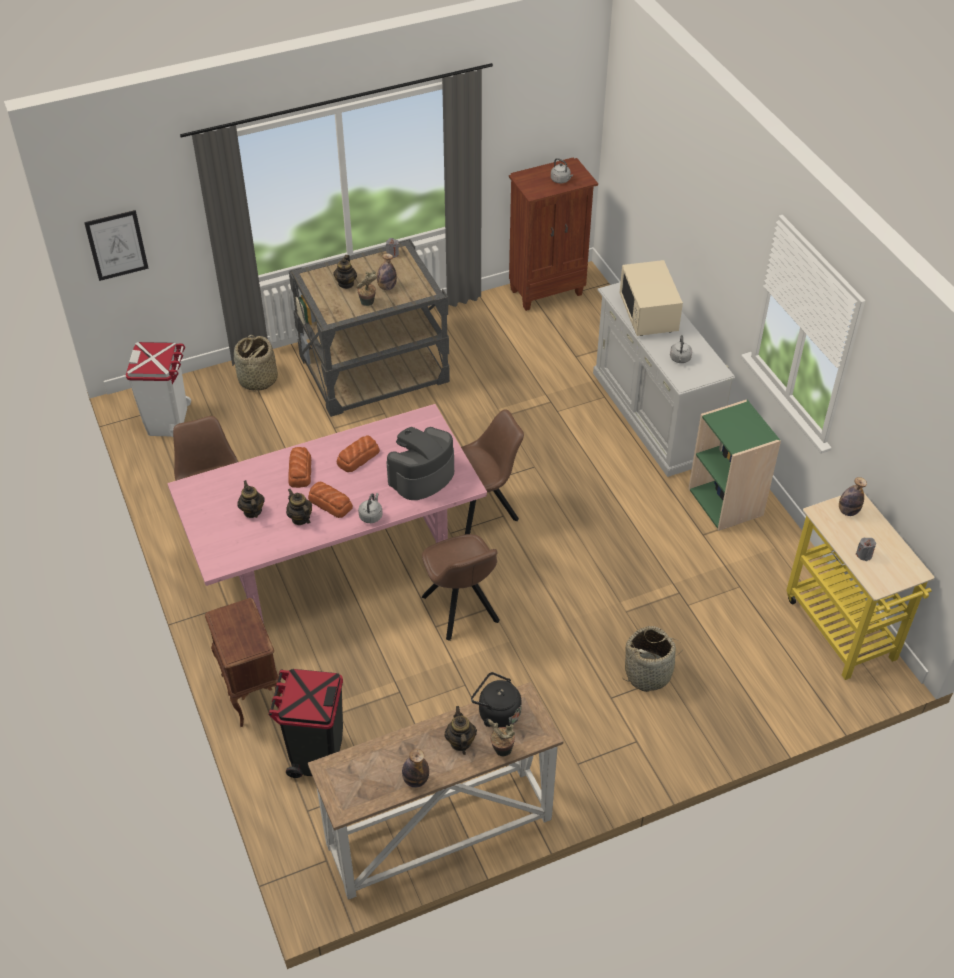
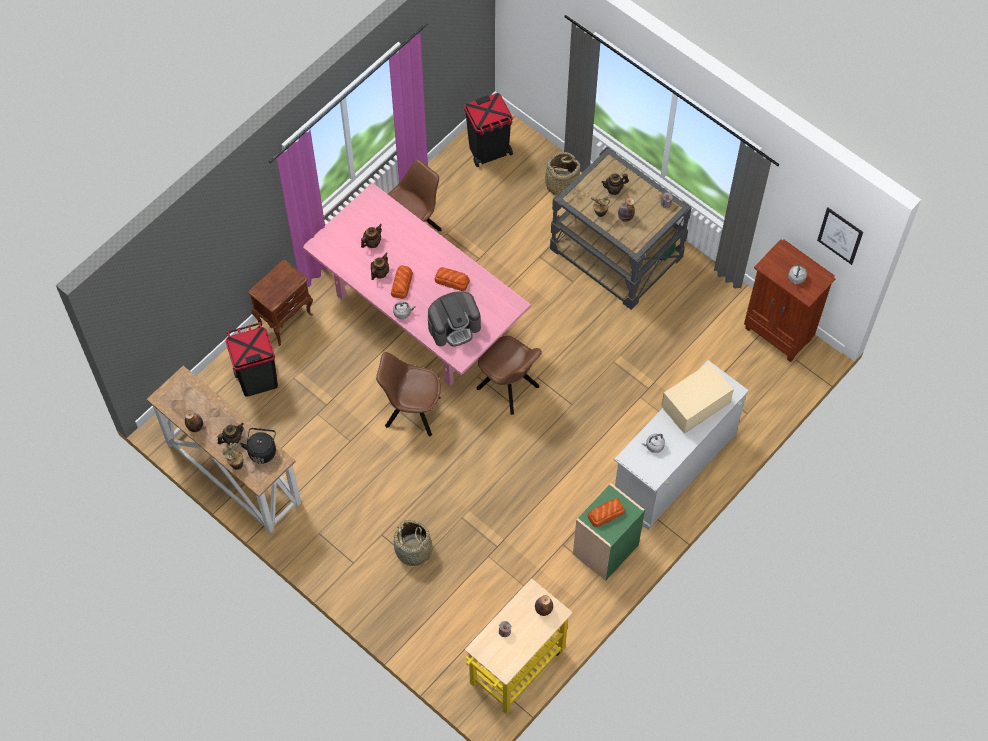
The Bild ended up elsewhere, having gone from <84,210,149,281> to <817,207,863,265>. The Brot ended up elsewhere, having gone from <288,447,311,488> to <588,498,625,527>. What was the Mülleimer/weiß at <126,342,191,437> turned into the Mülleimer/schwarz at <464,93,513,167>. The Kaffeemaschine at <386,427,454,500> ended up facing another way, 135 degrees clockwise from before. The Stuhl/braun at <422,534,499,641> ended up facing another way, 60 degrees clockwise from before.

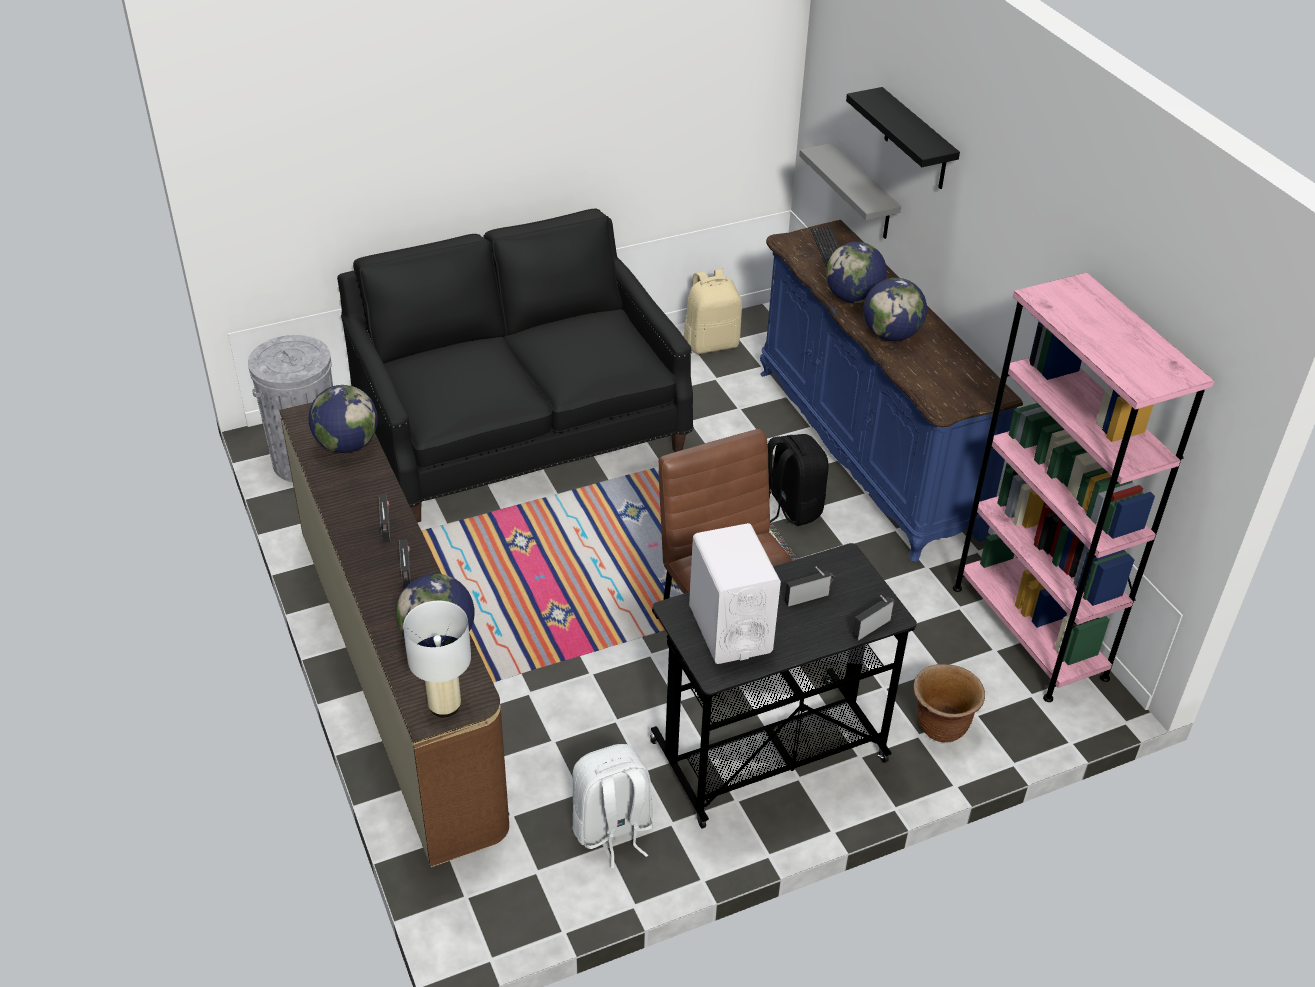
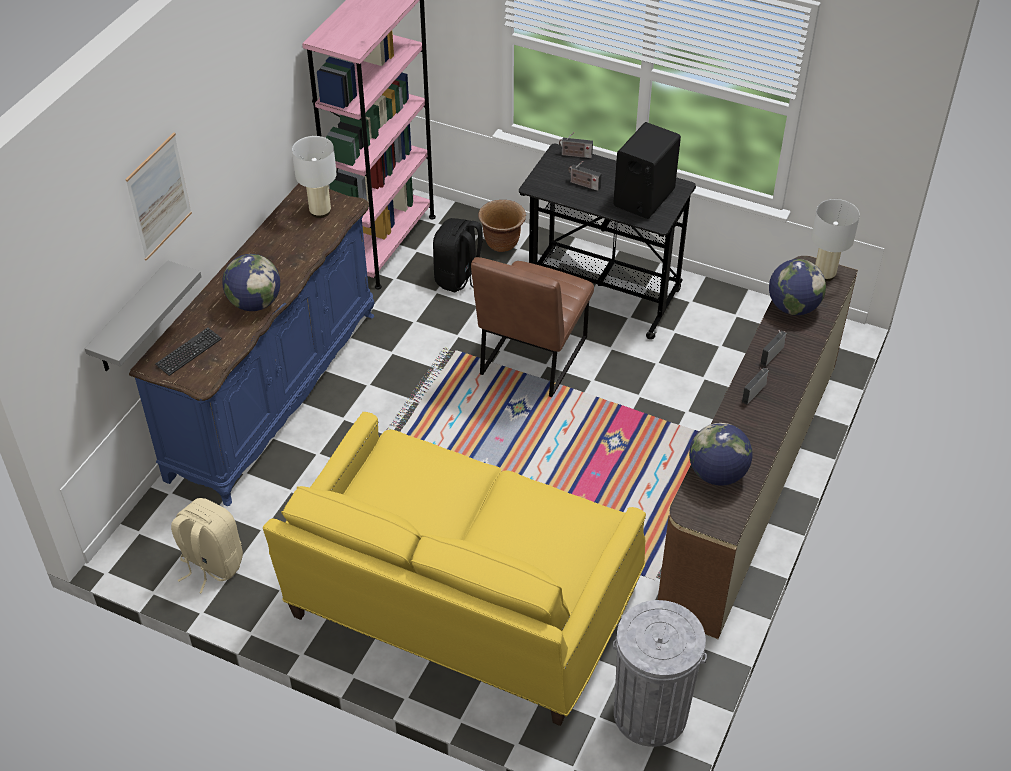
The second view lost the Rucksack/weiß at <573,744,653,868>. The second view lost the Globus at <863,278,927,341>. The second view gained the Tischlampe/weiß at <292,136,336,218>. The Rucksack/schwarz ended up elsewhere, having gone from <768,434,829,526> to <433,218,483,292>. Where the Wandregal/schwarz hung at <846,87,960,189>, the Bild came to hang at <125,133,192,261>. What was the Sofa/schwarz at <337,209,694,522> turned into the Sofa/gelb at <263,412,646,726>. What was the Lautsprecher/weiß at <689,523,781,664> turned into the Lautsprecher/schwarz at <613,122,681,219>.

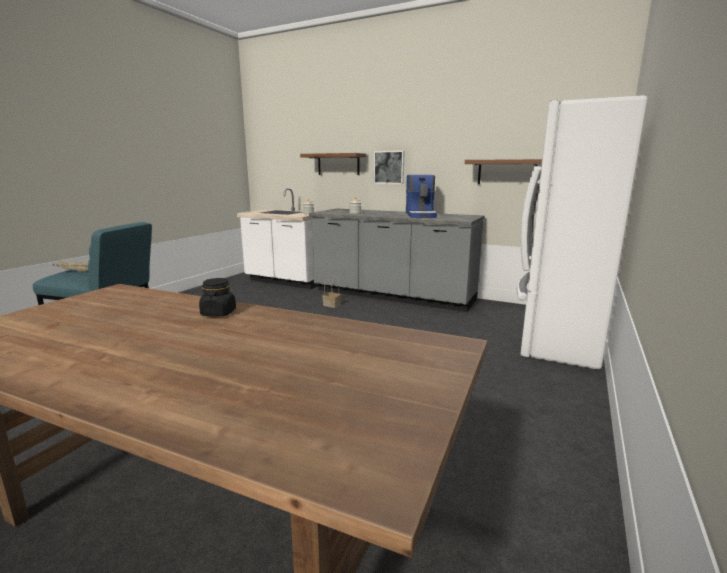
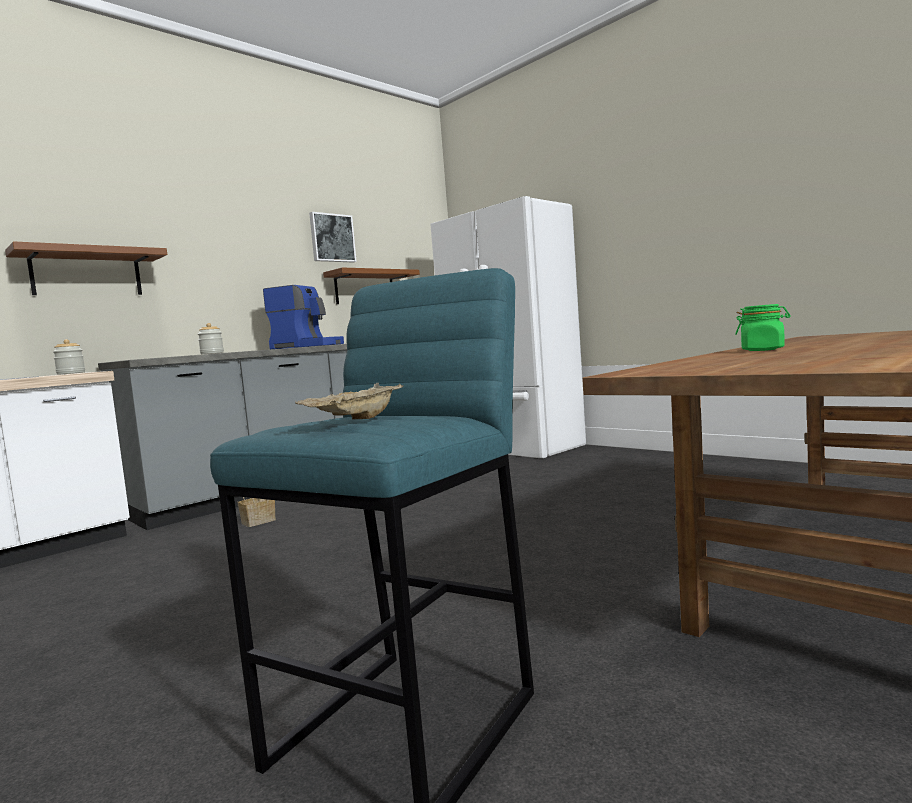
The Bild ended up elsewhere, having gone from <374,151,405,184> to <309,212,357,263>. What was the Vorratsglas/schwarz at <199,278,236,317> turned into the Vorratsglas/grün at <735,304,791,351>.

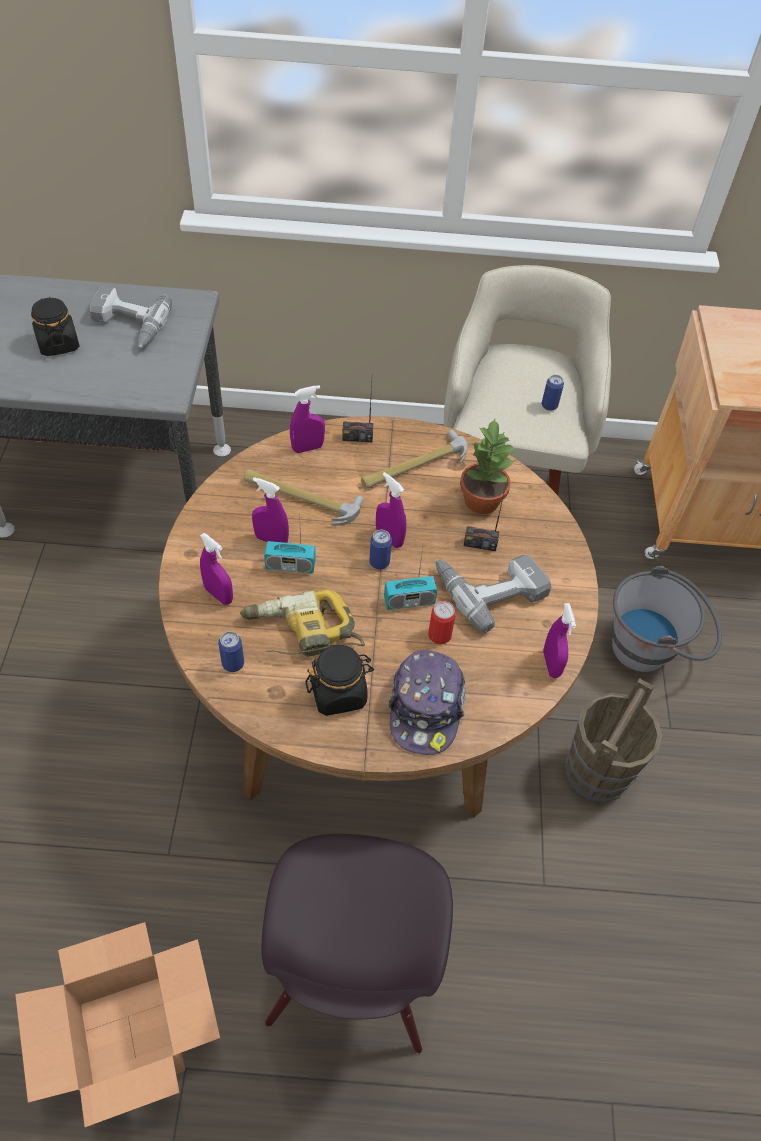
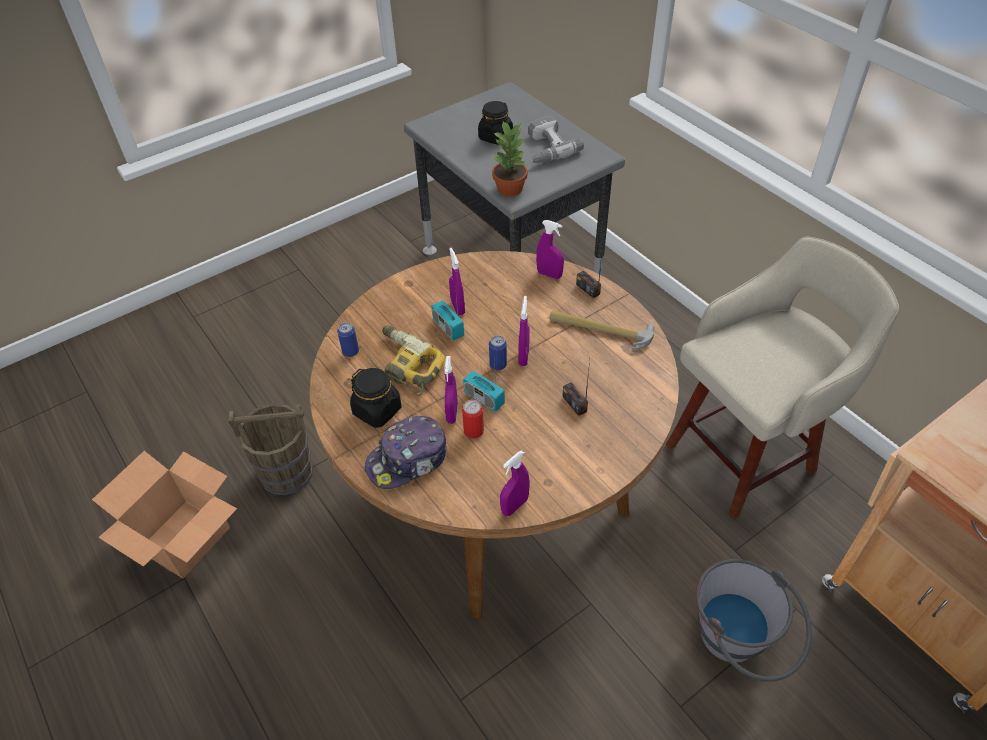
The second view lost the Hammer at <244,469,364,526>. The second view lost the Stuhl/schwarz at <262,834,453,1053>. The second view lost the Bohrmaschine at <436,555,551,633>. The second view lost the Dose at <542,375,564,411>. The Sprühflasche/lila ended up elsewhere, having gone from <200,533,233,605> to <444,356,458,424>. The Topfpflanze ended up elsewhere, having gone from <460,419,516,514> to <491,121,528,197>. The Eimer/braun ended up elsewhere, having gone from <565,678,662,803> to <228,403,313,495>.

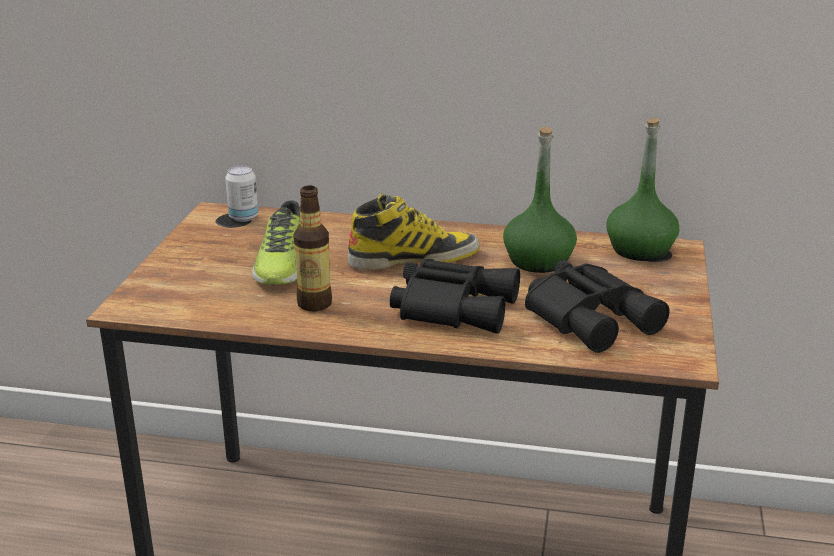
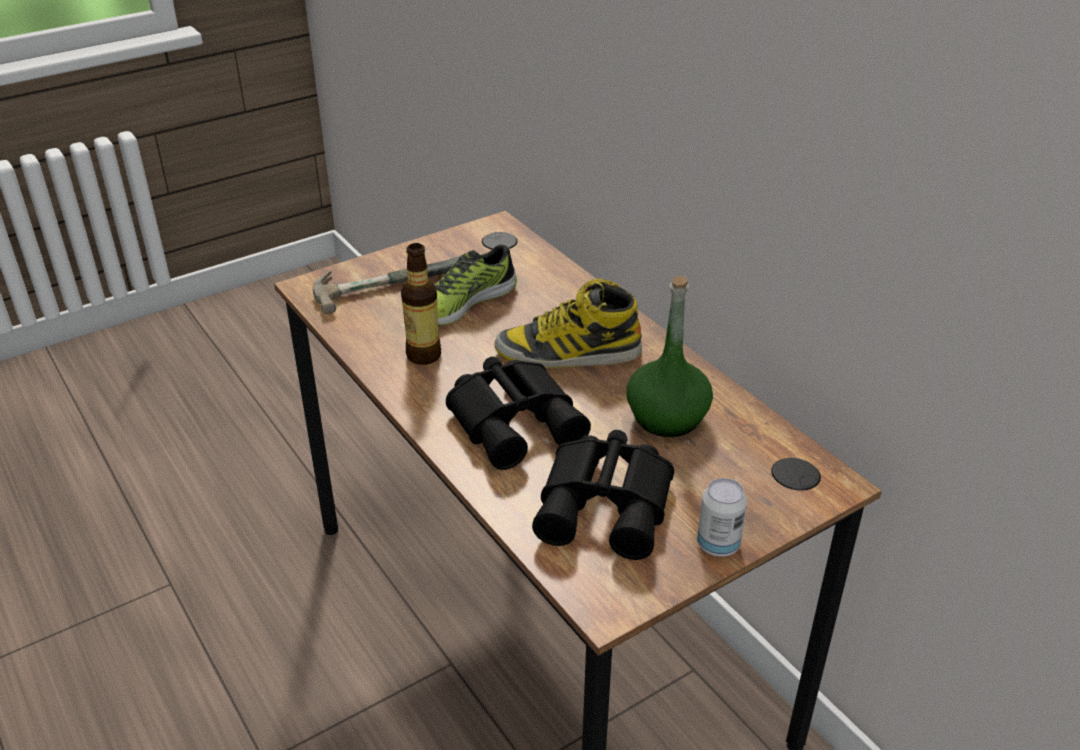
The second view lost the Flasche/grün at <606,118,679,261>. The second view gained the Hammer at <313,256,460,314>. The Dose ended up elsewhere, having gone from <225,166,258,222> to <697,478,747,557>. The Stiefel at <347,194,480,270> ended up facing another way, 150 degrees clockwise from before.

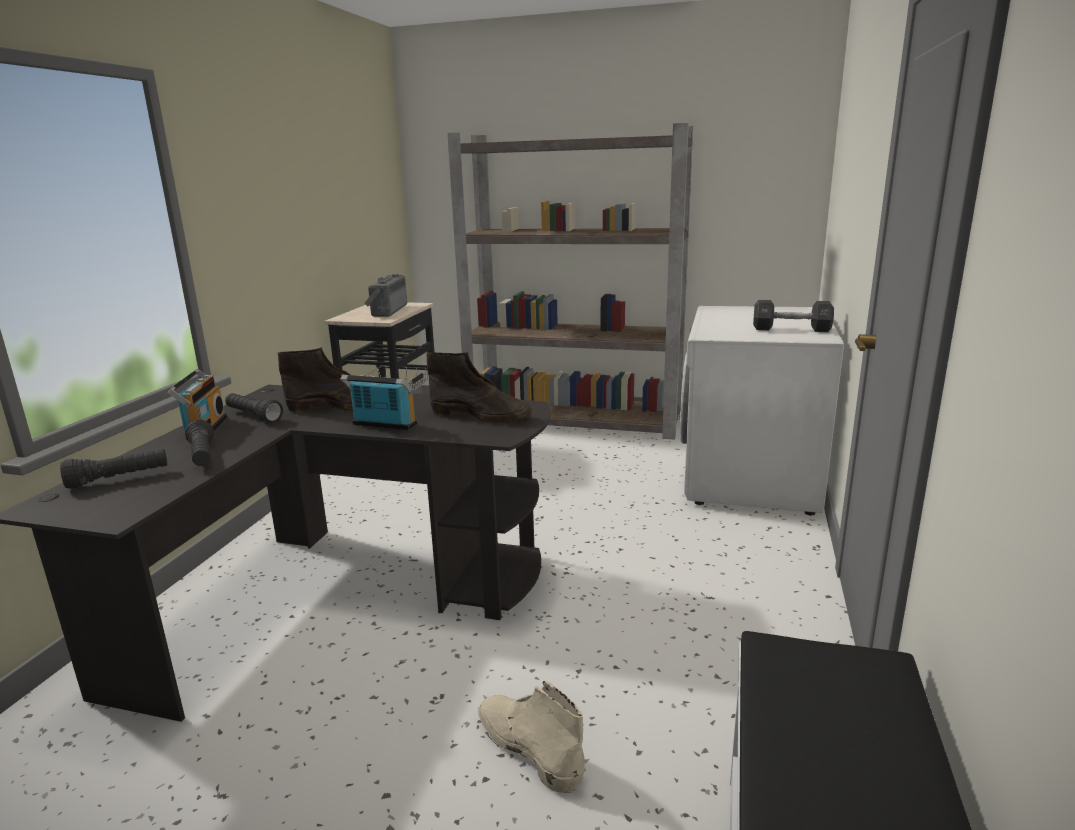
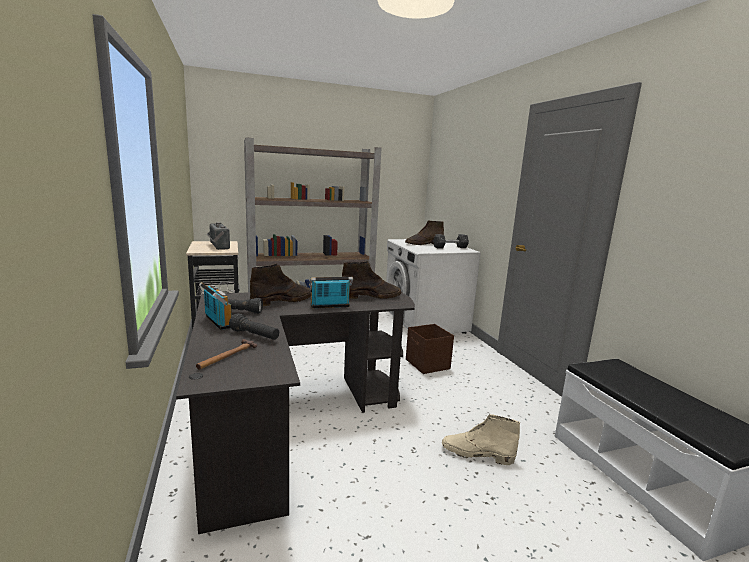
The second view gained the Stiefel/braun at <405,221,444,245>. The second view gained the Aufbewahrungsbox/braun at <406,324,454,374>. Where the Taschenlampe/schwarz stood at <60,449,167,489>, the Hammer came to stand at <196,339,257,370>.

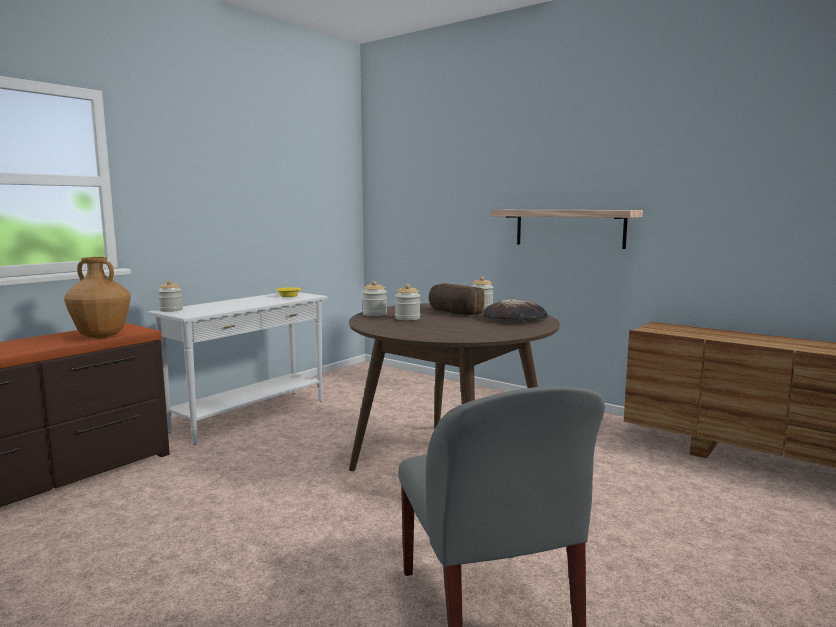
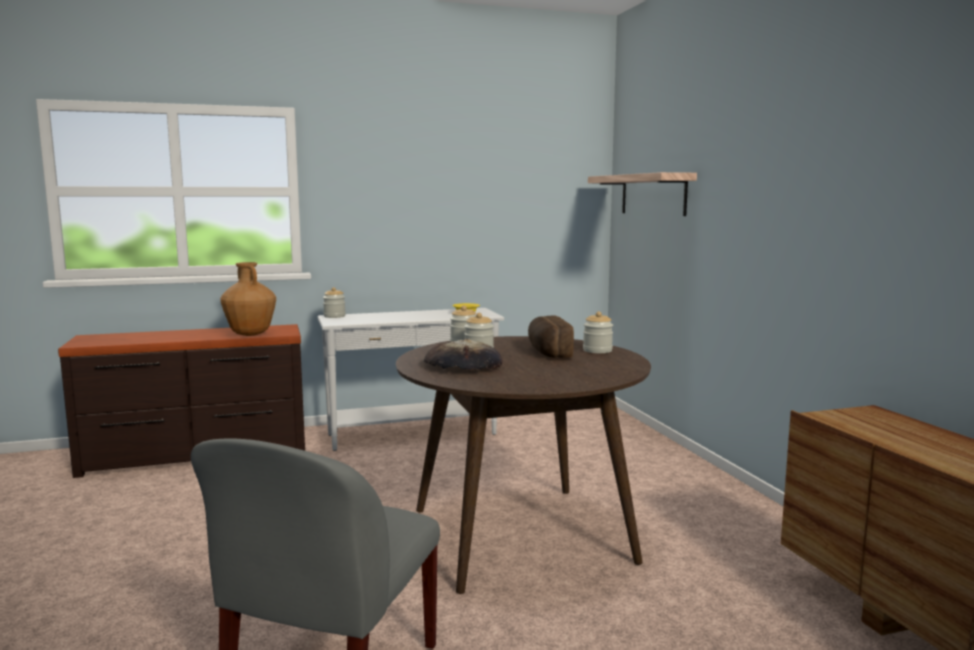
The Brot ended up elsewhere, having gone from <484,298,548,321> to <424,339,503,370>. The Wandregal ended up elsewhere, having gone from <491,210,643,249> to <588,172,697,216>.

